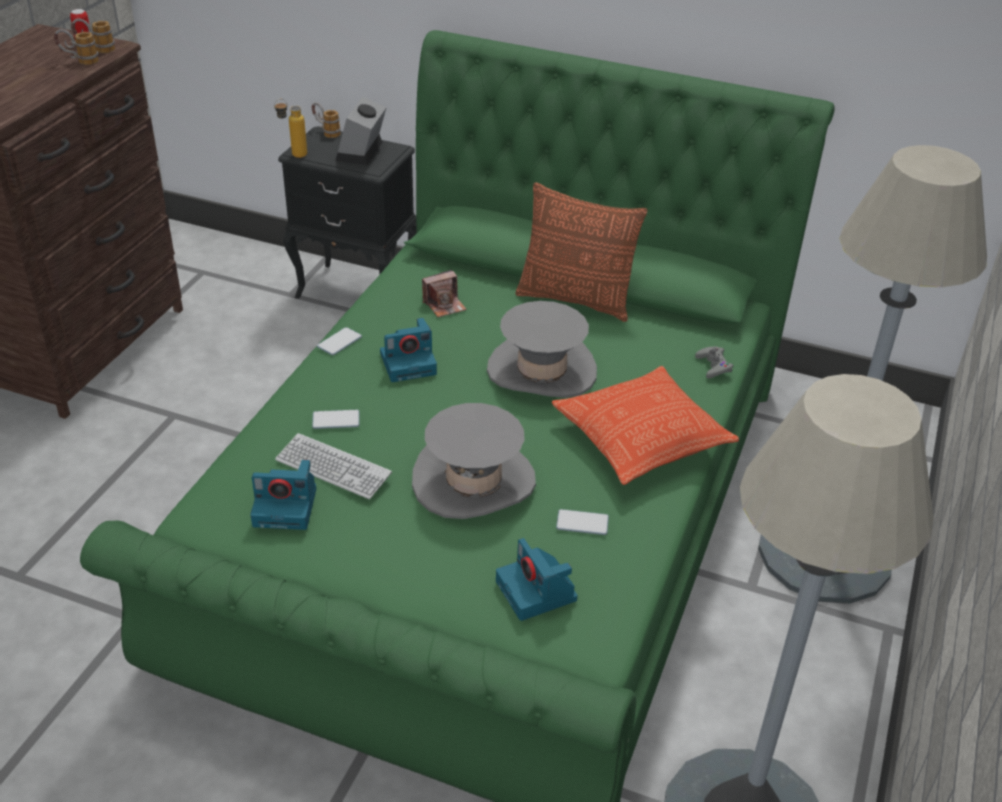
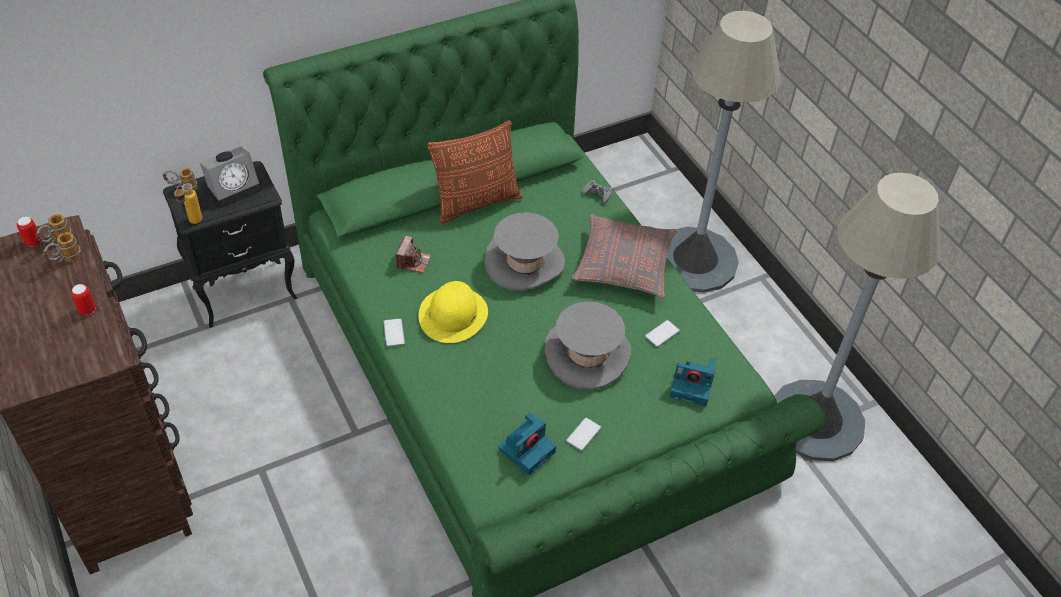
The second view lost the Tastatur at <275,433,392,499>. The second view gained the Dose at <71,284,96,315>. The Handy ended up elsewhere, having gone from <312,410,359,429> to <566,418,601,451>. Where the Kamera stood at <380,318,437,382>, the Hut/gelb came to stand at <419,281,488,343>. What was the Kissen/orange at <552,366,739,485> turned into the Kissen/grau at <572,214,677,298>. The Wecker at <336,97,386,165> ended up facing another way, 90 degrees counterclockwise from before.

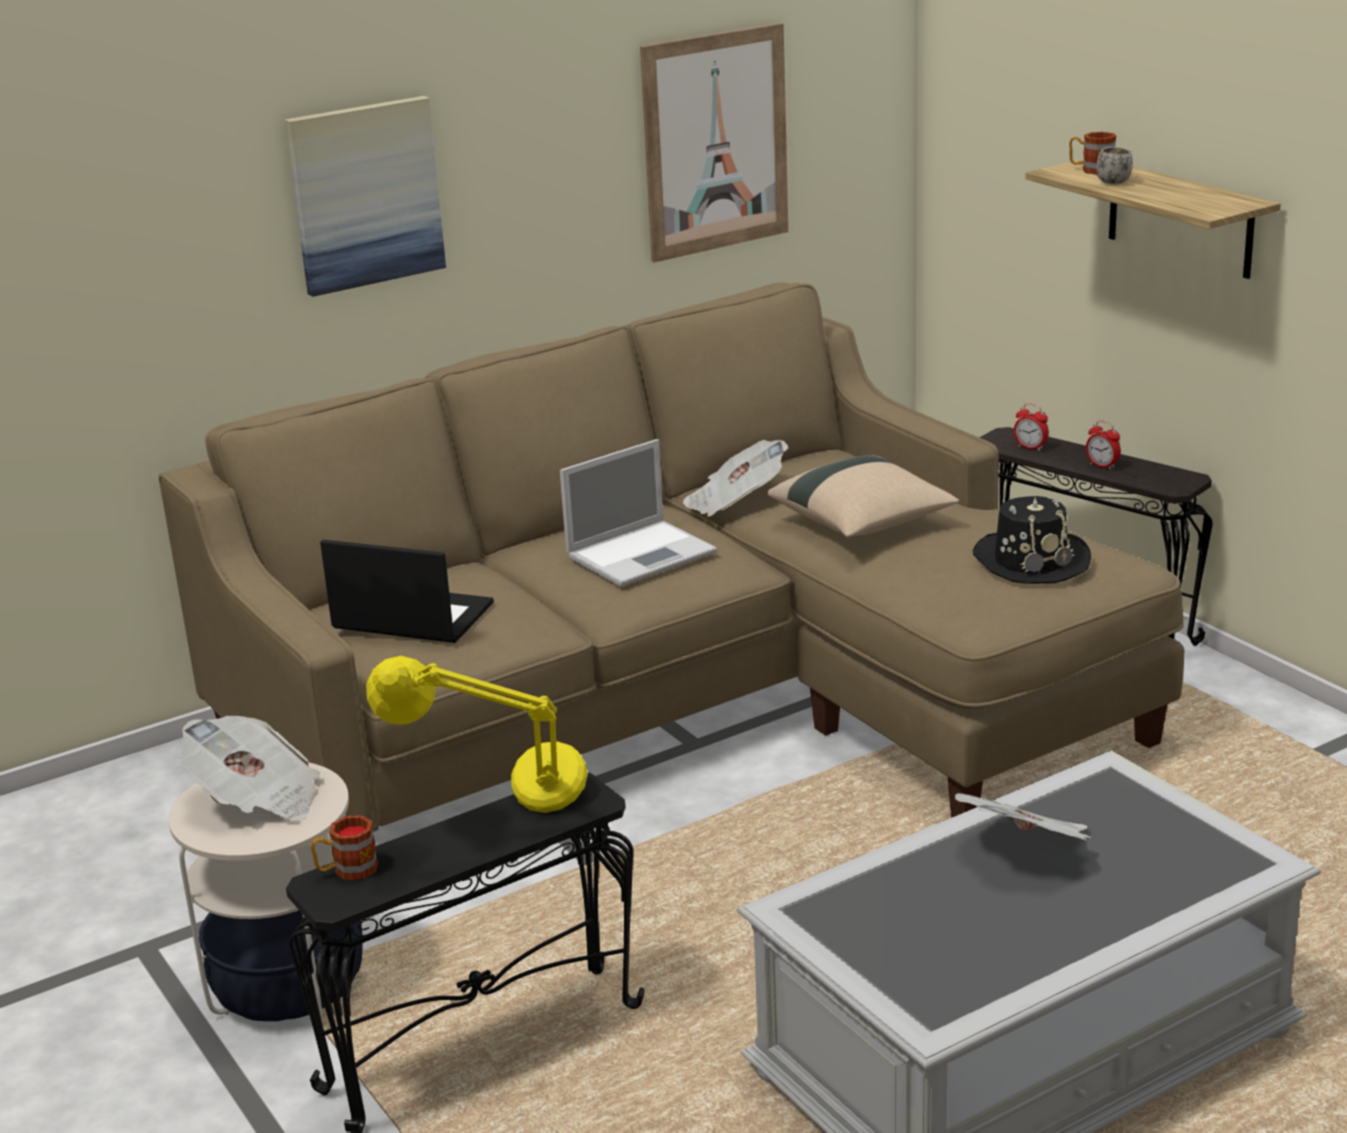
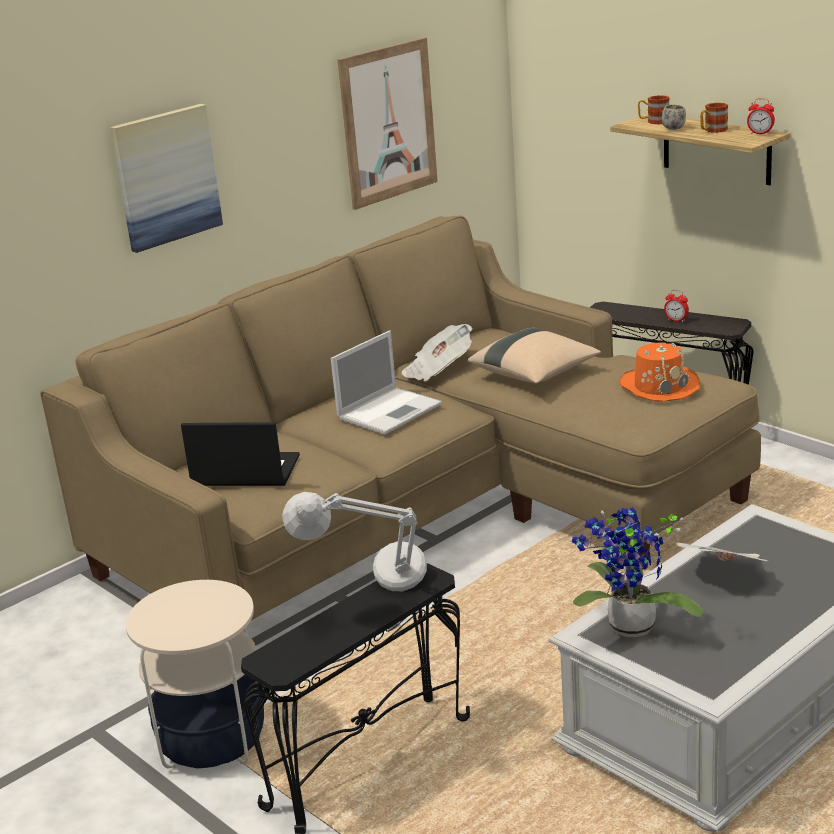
The second view lost the Zeitung at <179,716,320,821>. The second view gained the Topfpflanze at <572,507,703,637>. The Henkelbecher ended up elsewhere, having gone from <311,815,378,880> to <700,103,728,133>. The Wecker ended up elsewhere, having gone from <1014,403,1049,451> to <747,98,775,135>. What was the Tischlampe/gelb at <366,656,588,813> turned into the Tischlampe/grau at <283,492,427,591>. What was the Hut/schwarz at <973,496,1091,584> turned into the Hut/orange at <620,342,700,402>.

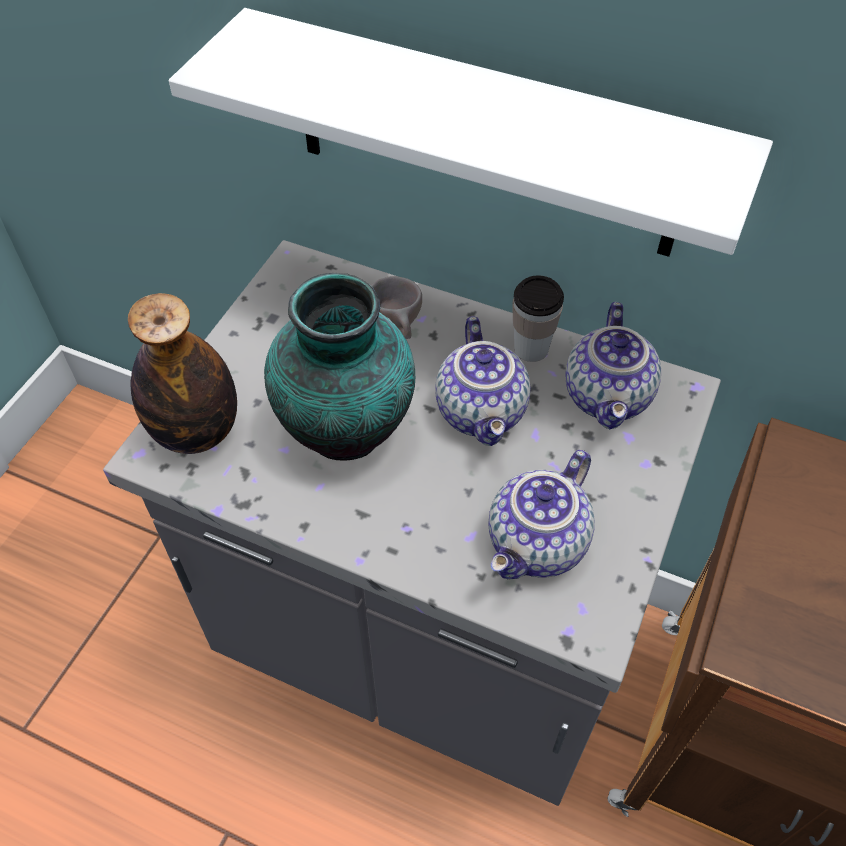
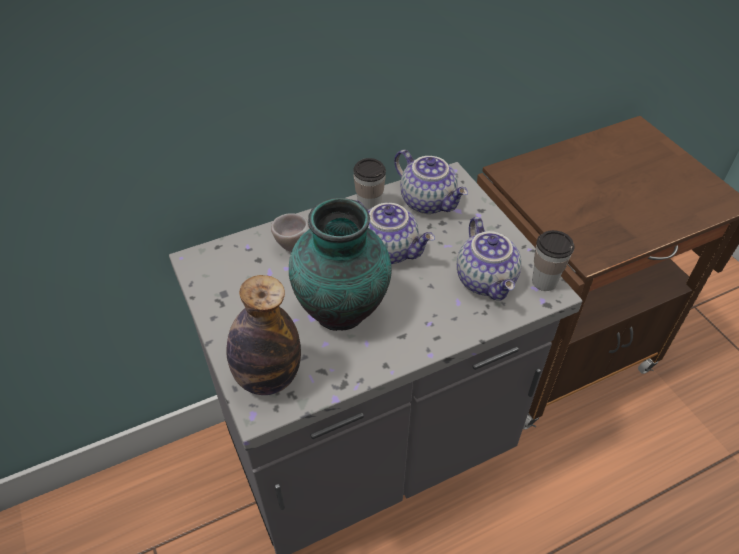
The second view lost the Wandregal/weiß at <169,8,773,257>. The second view gained the Tasse at <532,230,575,291>.

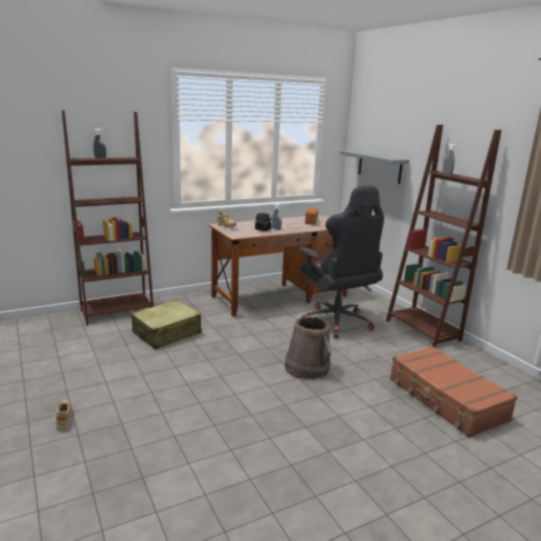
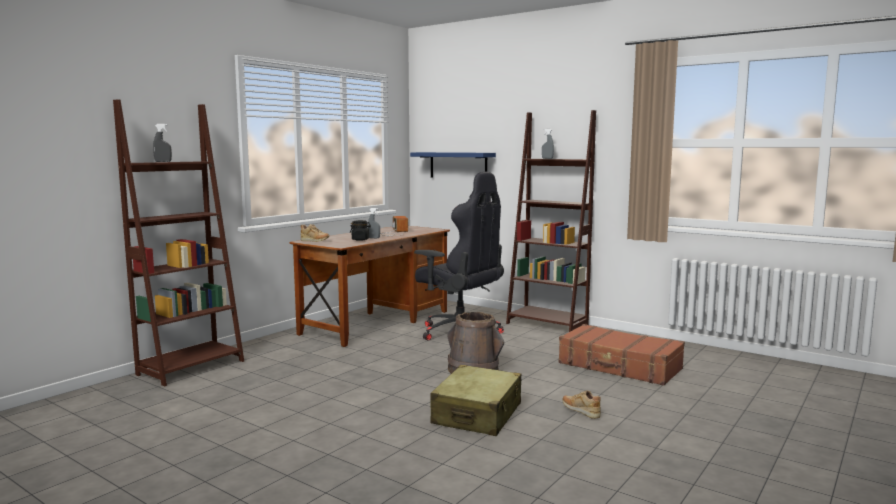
The Schuh/beige ended up elsewhere, having gone from <56,400,72,430> to <562,390,601,419>. The Koffer/beige ended up elsewhere, having gone from <131,300,201,349> to <430,365,521,436>. What was the Wandregal/grau at <340,150,410,184> turned into the Wandregal/blau at <410,152,496,178>.

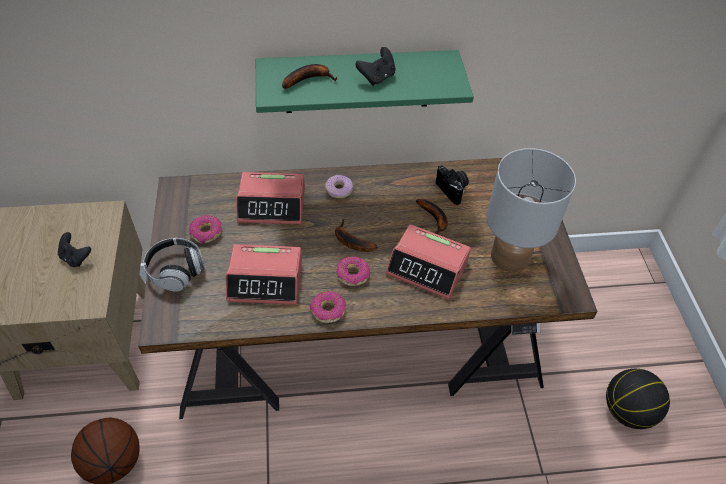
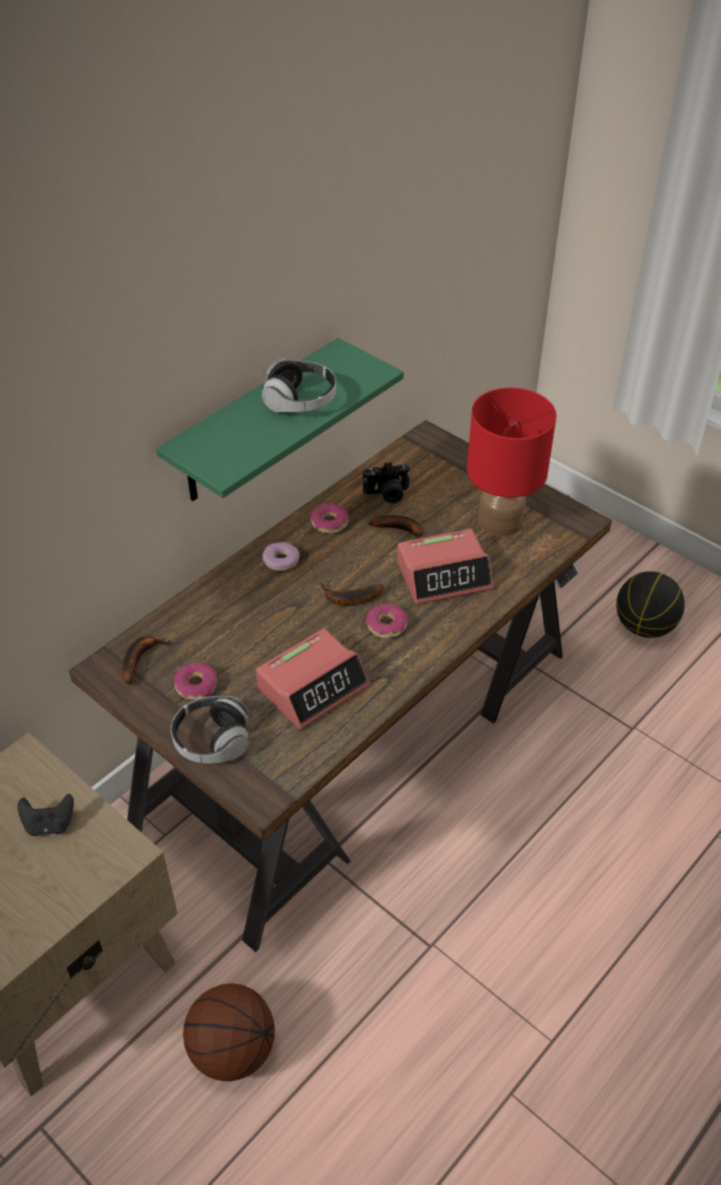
The second view lost the Wecker at <236,172,305,224>. The Banane ended up elsewhere, having gone from <282,64,337,89> to <122,636,171,684>. The Donut ended up elsewhere, having gone from <310,291,347,323> to <310,503,349,534>. Where the Gamepad/schwarz stood at <356,47,396,86>, the Kopfhörer came to stand at <262,358,336,412>. What was the Tischlampe/grau at <486,148,576,272> turned into the Tischlampe/rot at <467,388,557,536>. The Kamera at <436,165,469,205> ended up facing another way, 150 degrees clockwise from before.

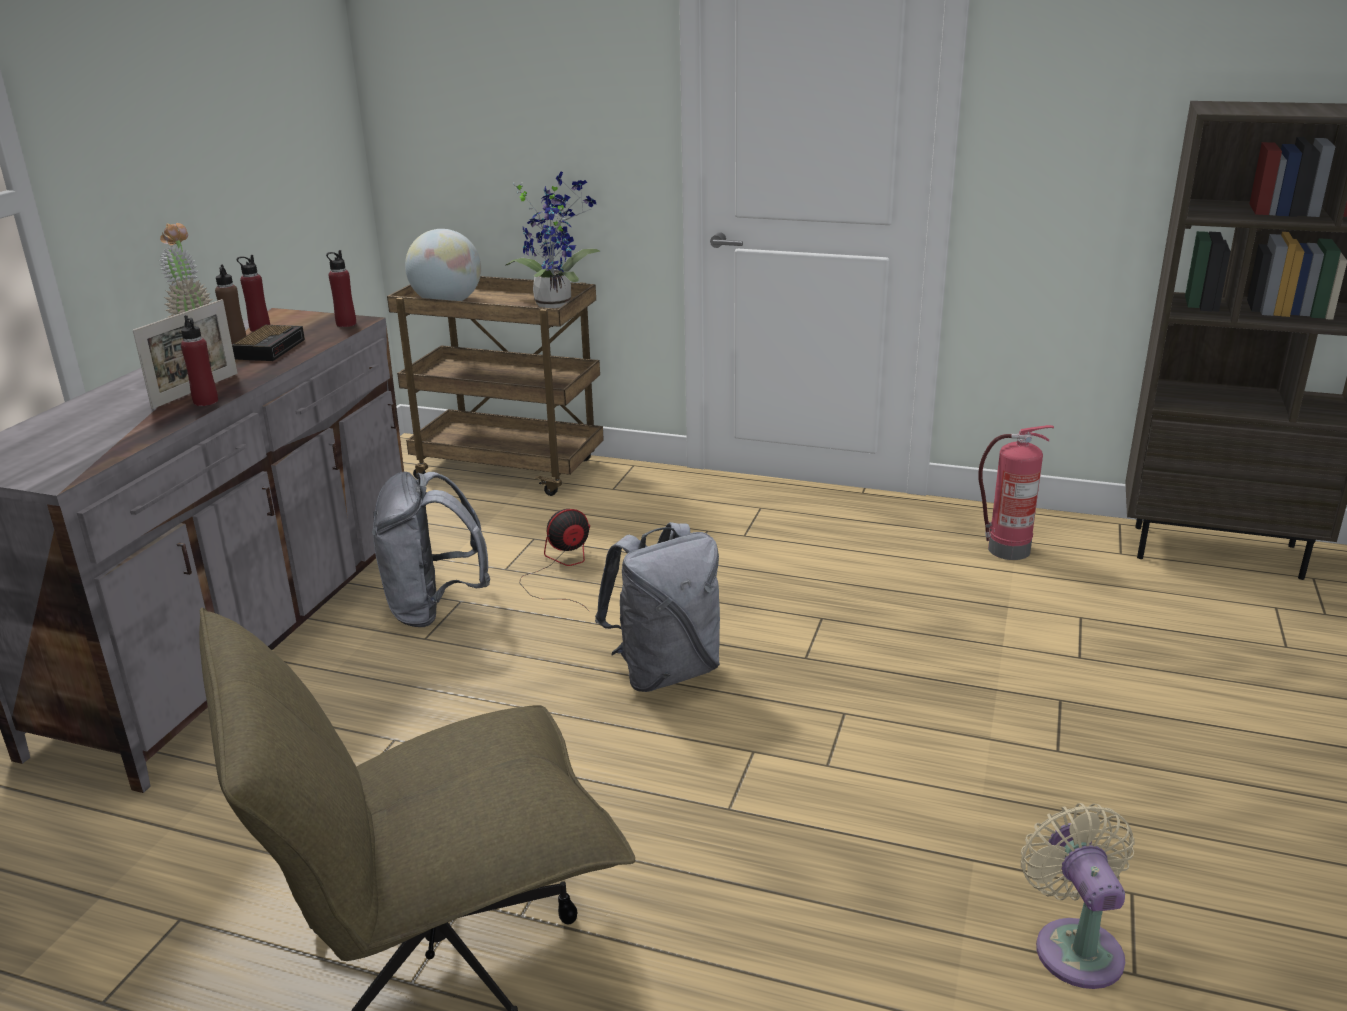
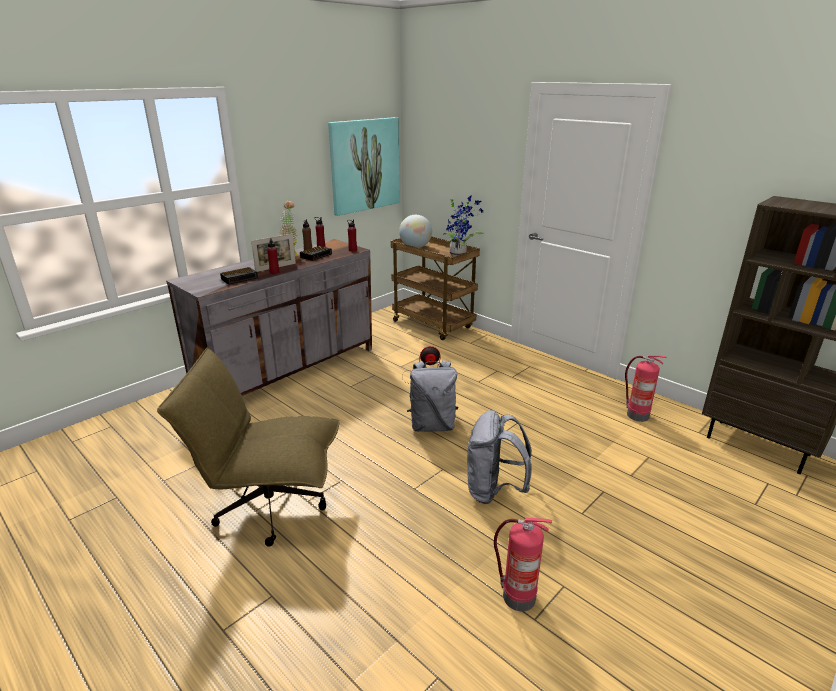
The second view gained the Wecker at <220,267,258,285>. The second view gained the Bild at <328,117,400,216>. The Rucksack/grau ended up elsewhere, having gone from <372,472,490,627> to <467,410,532,504>. Where the Ventilator/beige stood at <1021,803,1134,989>, the Feuerlöscher came to stand at <494,517,552,611>.

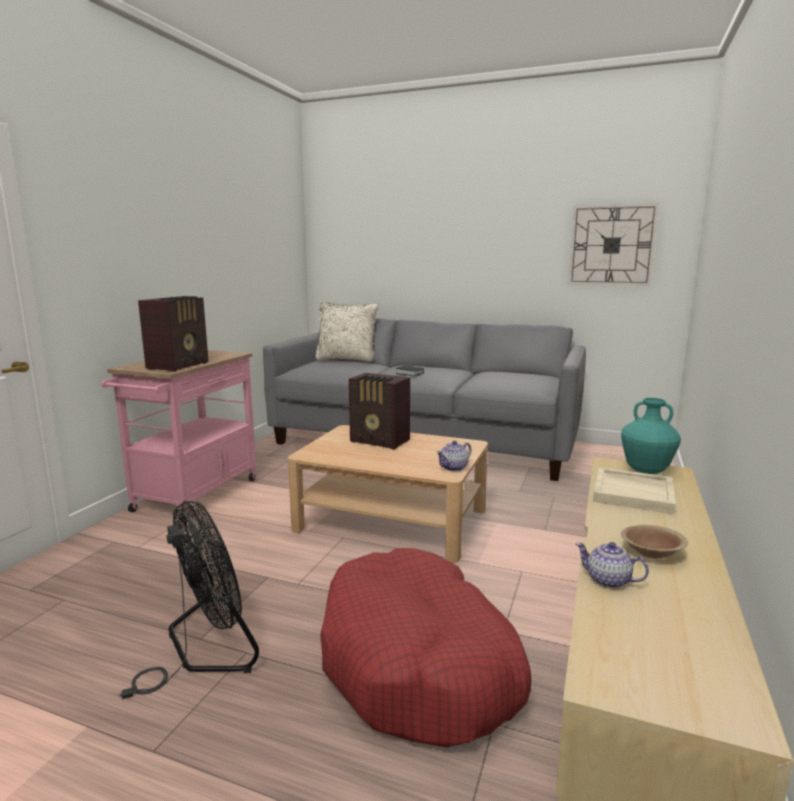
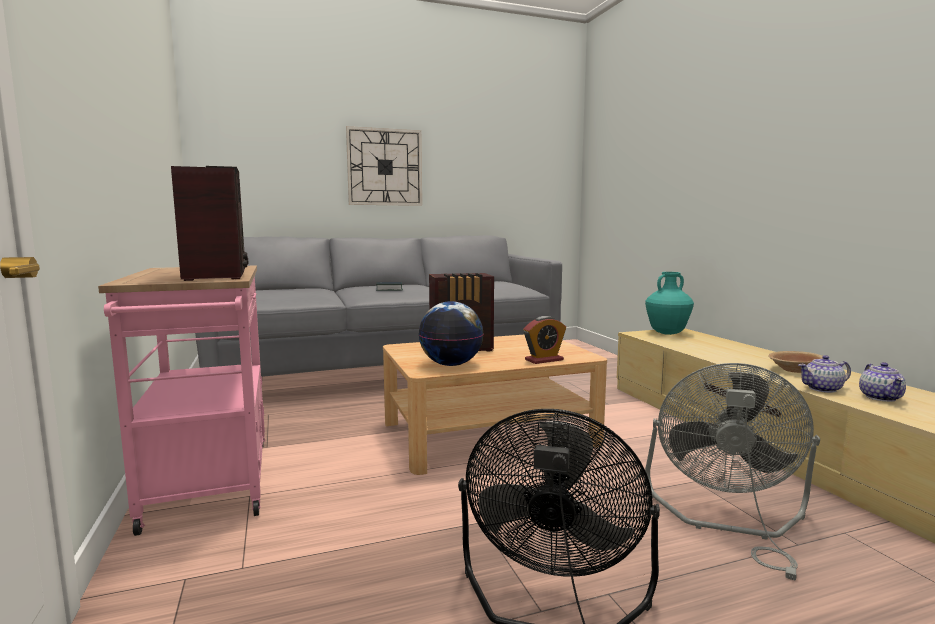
The second view lost the Kissen/beige at <316,302,379,362>. The second view lost the Tablett/beige at <593,467,676,514>. The second view gained the Globus at <419,301,483,366>. The second view gained the Wecker at <523,316,566,364>. The Teekanne ended up elsewhere, having gone from <436,440,472,471> to <859,362,906,402>. The Wanduhr ended up elsewhere, having gone from <568,203,659,286> to <346,126,422,206>. Where the Hundebett/rot stood at <320,548,531,748>, the Ventilator/grau came to stand at <645,363,820,580>.

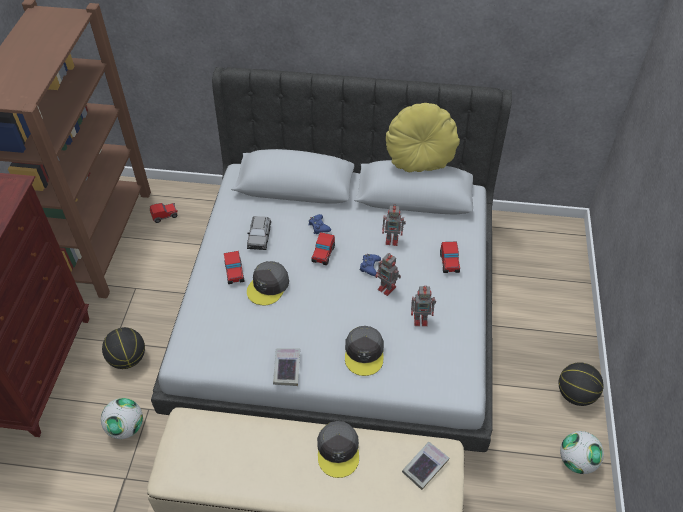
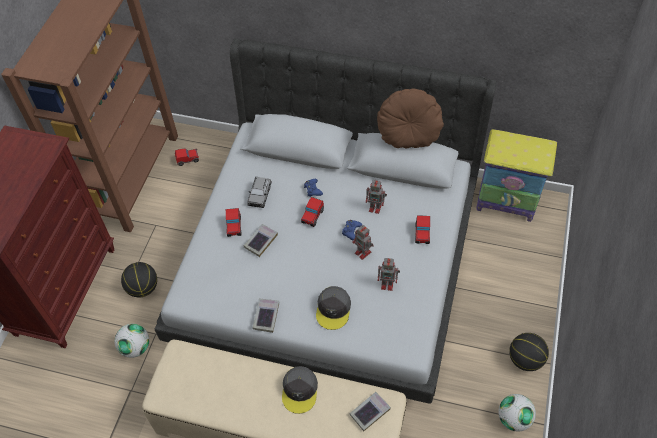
The second view gained the Nachttisch at <476,129,557,222>. Where the Kappe/grau stood at <247,261,289,305>, the Buch came to stand at <244,224,278,257>. What was the Kissen/gelb at <386,103,460,172> turned into the Kissen/braun at <377,89,444,148>.

